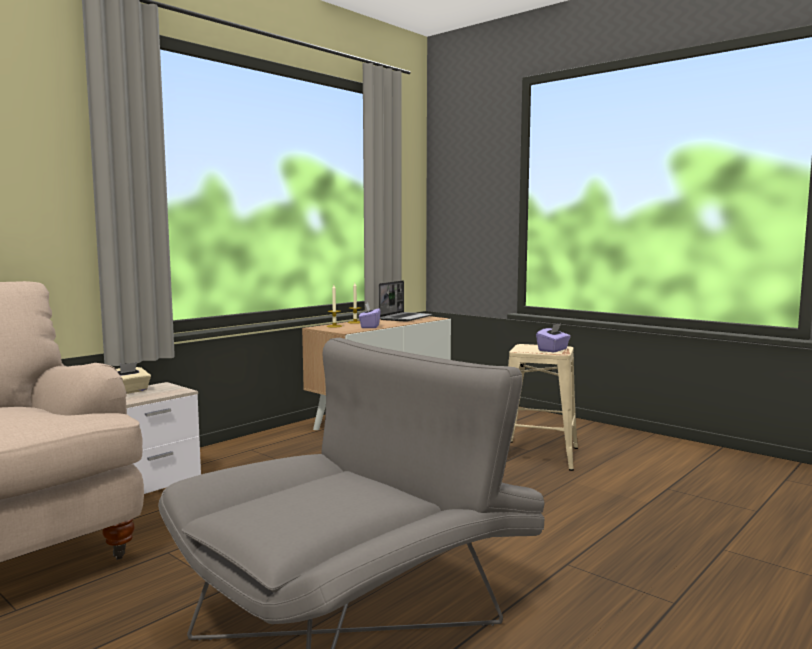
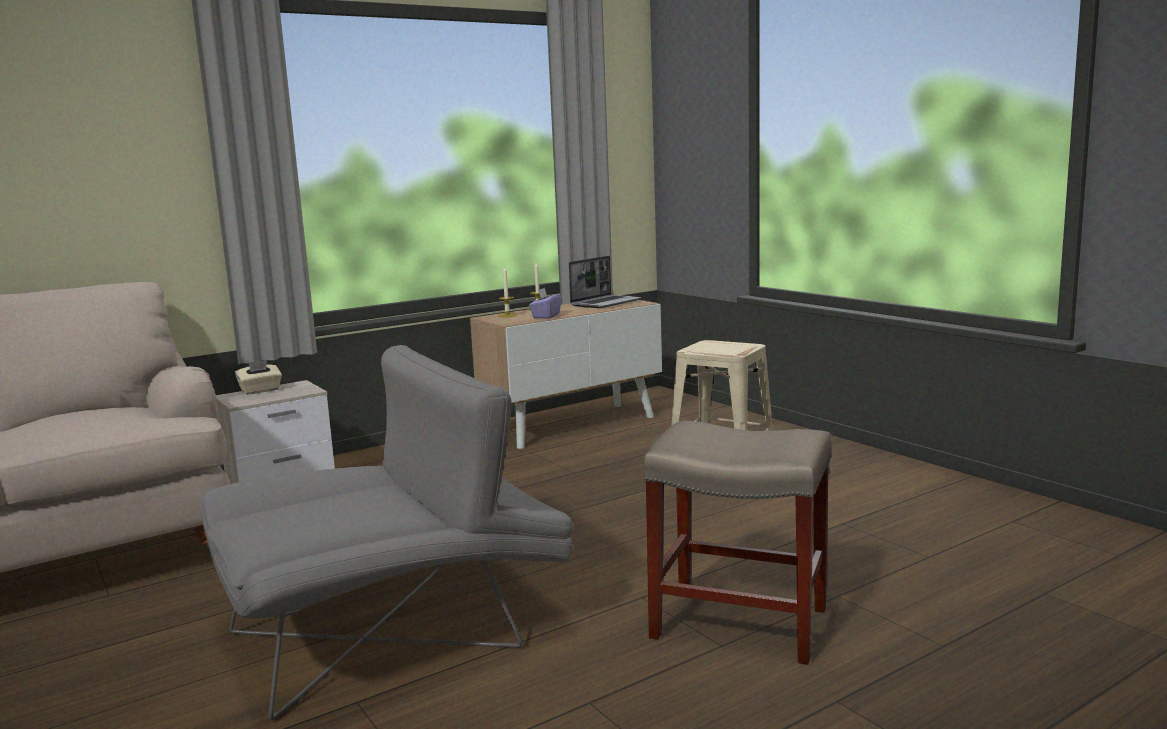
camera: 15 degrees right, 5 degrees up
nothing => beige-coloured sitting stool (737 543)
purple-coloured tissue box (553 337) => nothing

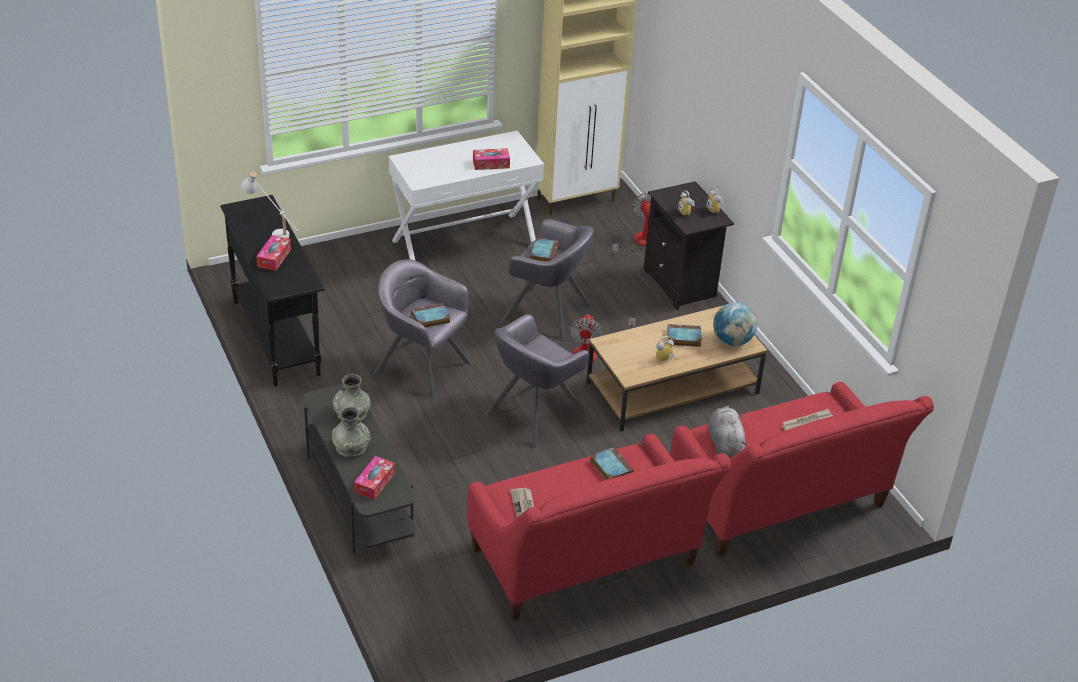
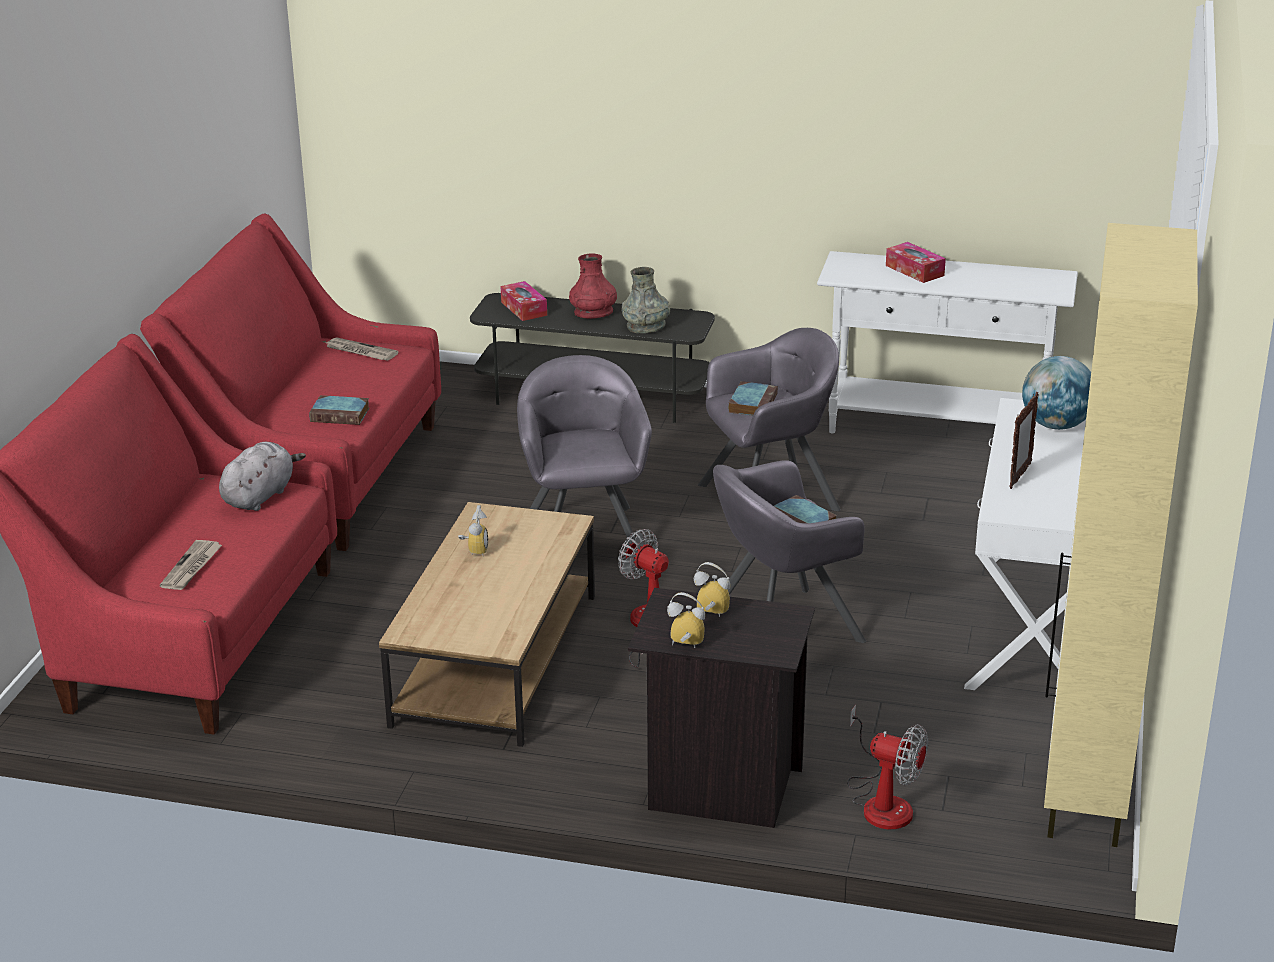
camera: 130 degrees right, 10 degrees down
gray soft toy (727 432) => gray soft toy (262 476), 90 degrees counterclockwise
gray decorative vase (351 432) => reddish decorative vase (593 286)
black console table (272 290) => white-coloured console table (947 342)
tissue box (491 159) => picture frame (1024 440)
world globe (735 324) => world globe (1056 393), moved
white-coloured table lamp (269 205) => nothing
bound book (684 335) => nothing

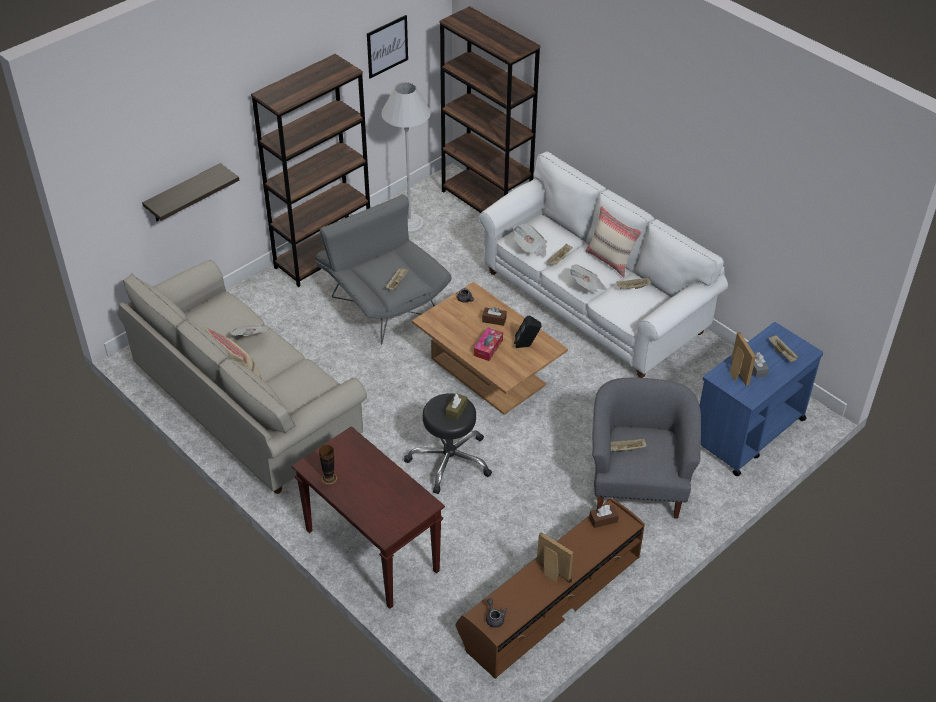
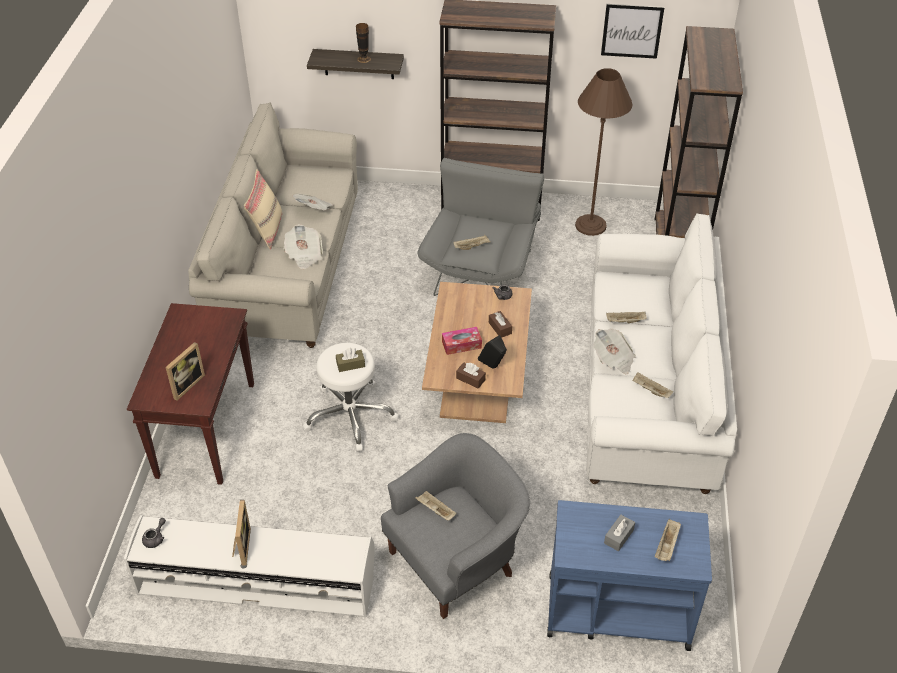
camera: 50 degrees right, 0 degrees up
brownish media console (550 588) => white-coloured media console (249 566)
picture frame (742 358) => picture frame (185 371), moved
daily paper (530 240) => daily paper (303 246), moved
black sitting stool (448 443) => white-coloured sitting stool (351 397)
decorative vase (328 465) => decorative vase (363 43), moved
brownish tissue box (604 516) => brownish tissue box (471 375), moved
white-coloured floor lamp (406 157) => brownish floor lamp (603 152)
beige-coloured throw pillow (613 241) => nothing

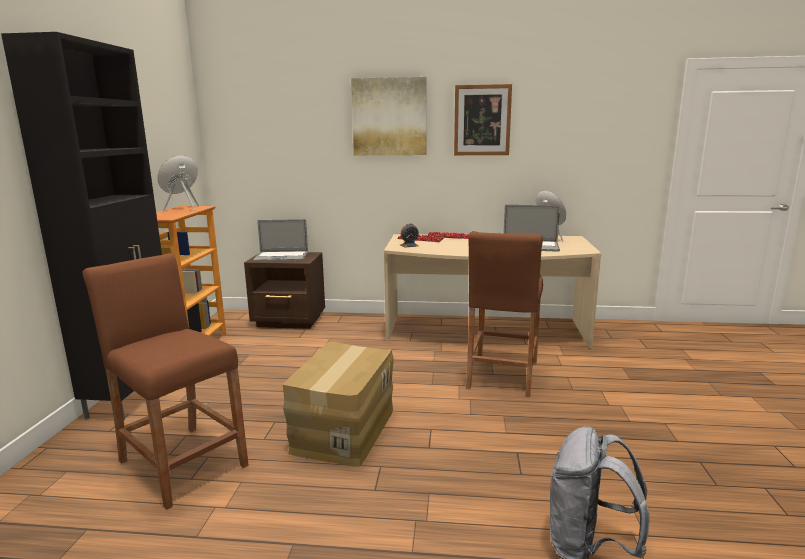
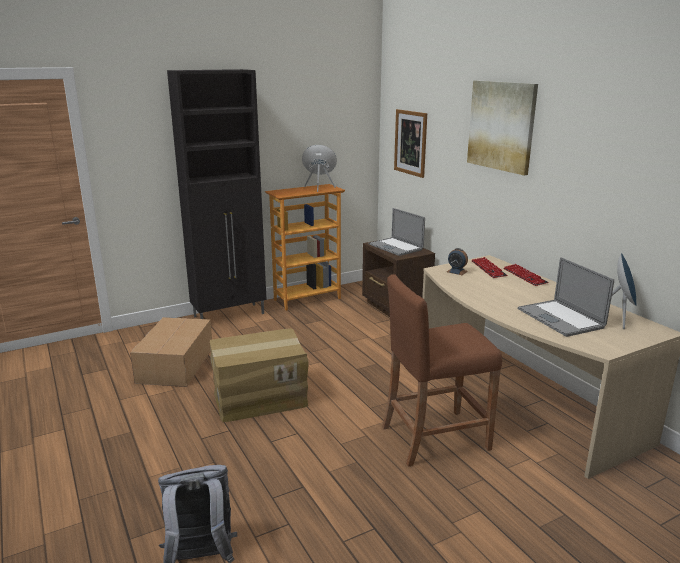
camera: 55 degrees right, 5 degrees up
brownish sitting stool (166 381) => packing box (171 352)
wall picture (483 119) => wall picture (410 143), moved

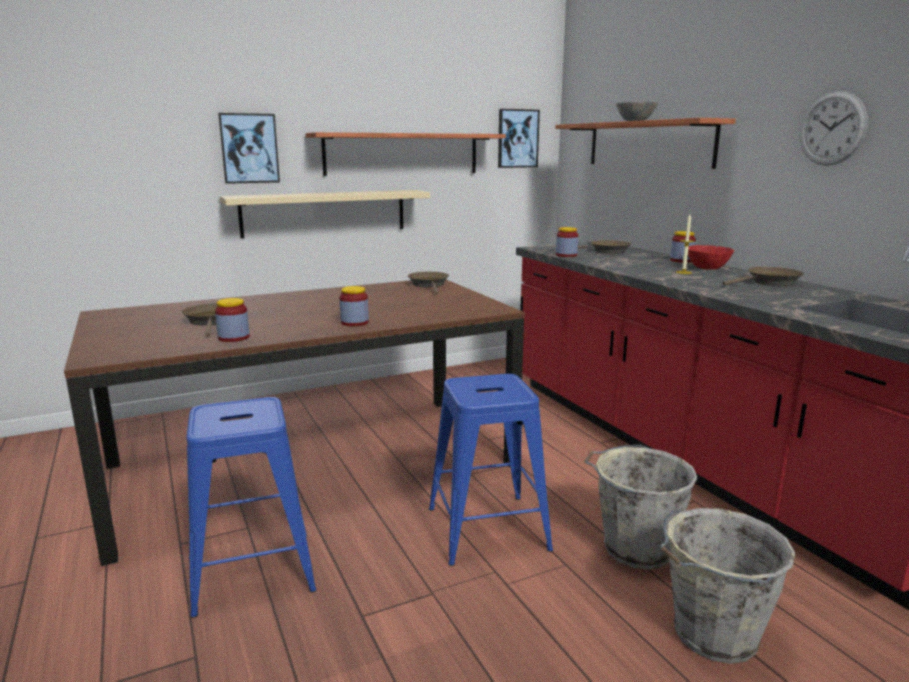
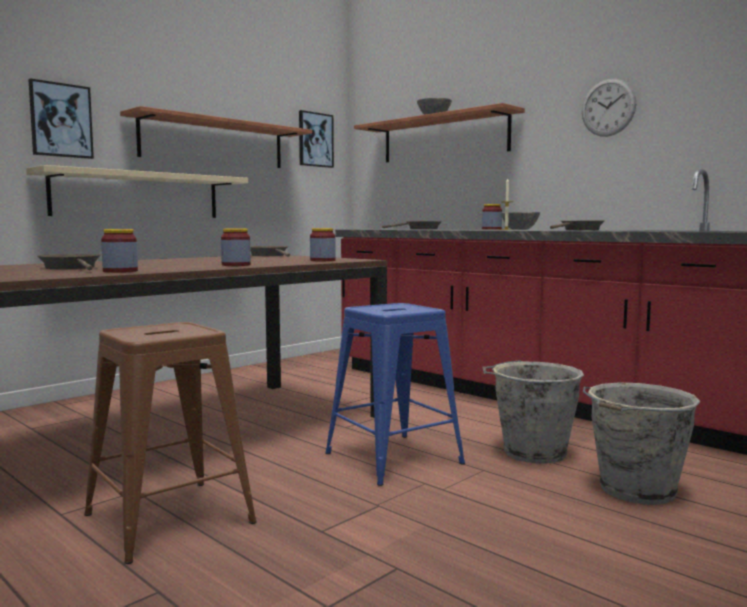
camera: 20 degrees left, 10 degrees down
bluish sitting stool (251 507) => brownish sitting stool (170 443)
jar (567 242) => jar (323 244), moved
reddish serving bowl (711 257) => gray serving bowl (520 221)

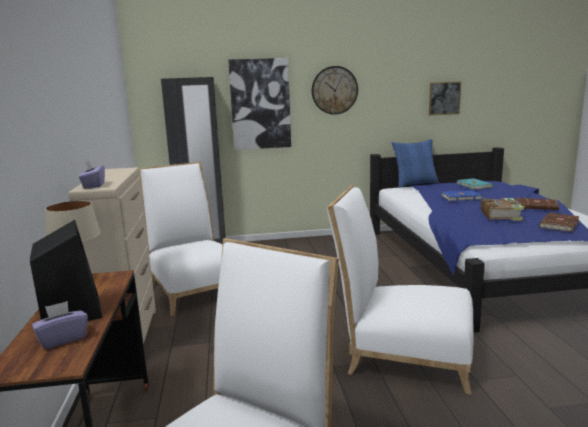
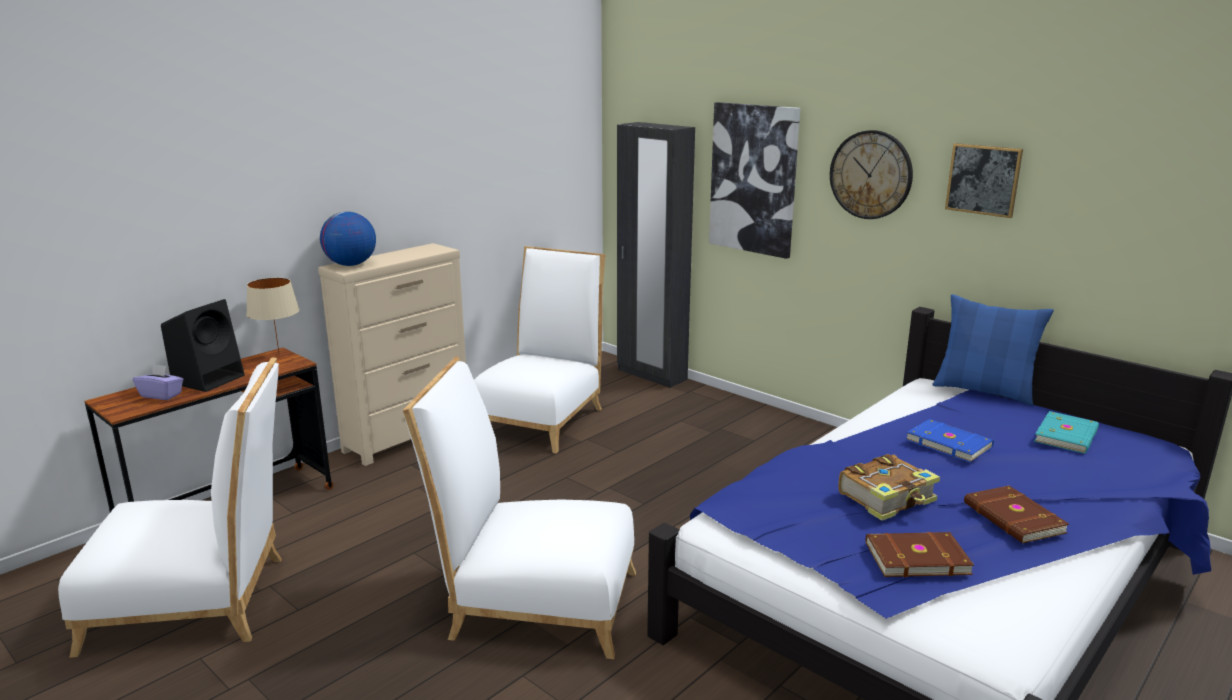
camera: 50 degrees right, 5 degrees up
purple-coloured tissue box (92 174) => world globe (348 239)
white-coloured chair (400 290) => white-coloured chair (519 508), 60 degrees counterclockwise
wall picture (445 98) => wall picture (984 180), moved

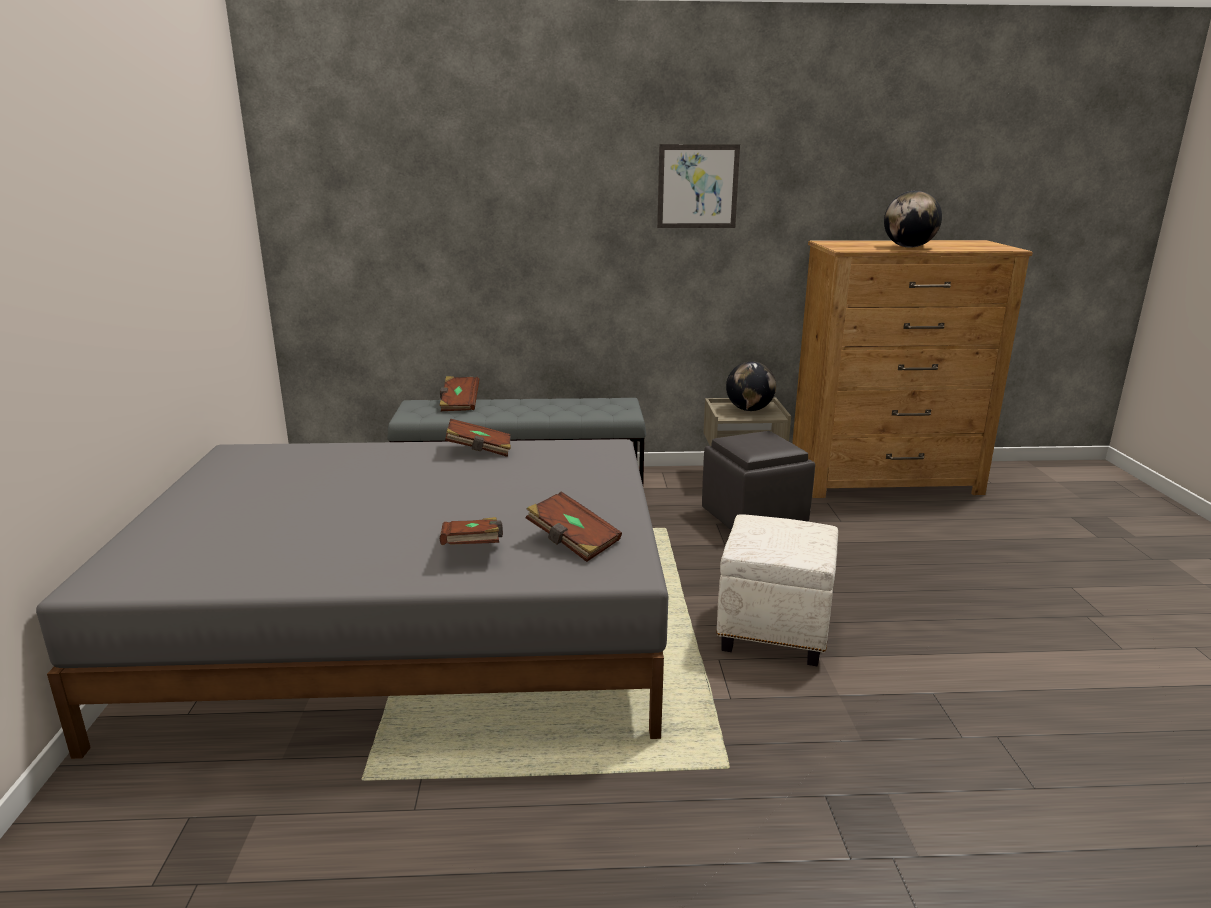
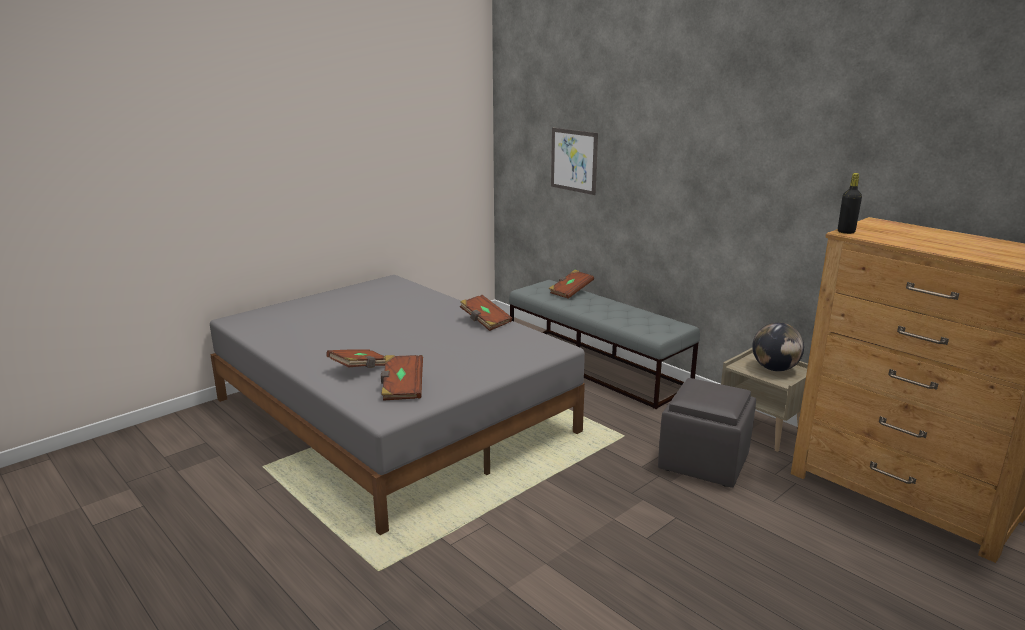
camera: 50 degrees right, 0 degrees up
wall picture (698 186) => wall picture (574 161), moved
nothing => black drink bottle (850 203)
white-coloured footrest (777 590) => nothing
world globe (913 219) => nothing

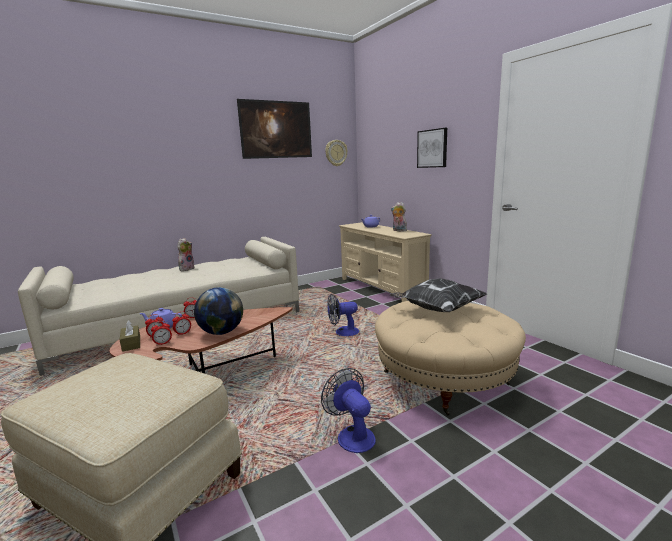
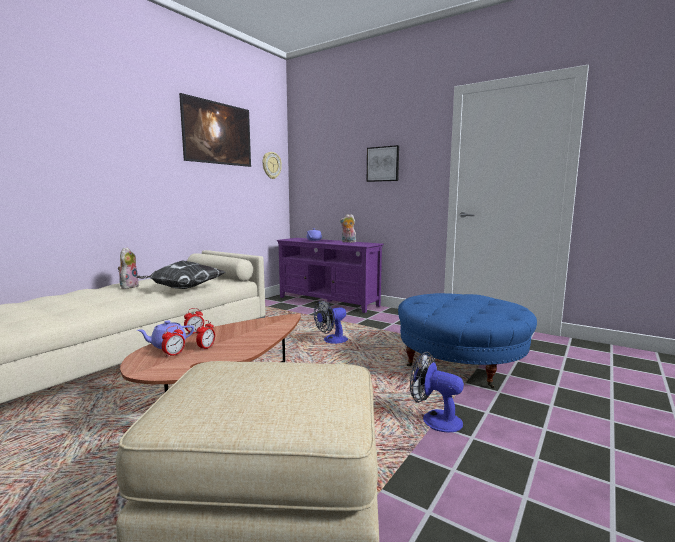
camera: 25 degrees left, 5 degrees down
throw pillow (438 295) => throw pillow (181 275), moved
beige-coloured media console (385 262) => purple-coloured media console (330 275)
beige-coloured footrest (450 358) => bluish footrest (467 340)
brownish tissue box (130 336) => nothing
table clock (161 333) => nothing
world globe (218 311) => nothing

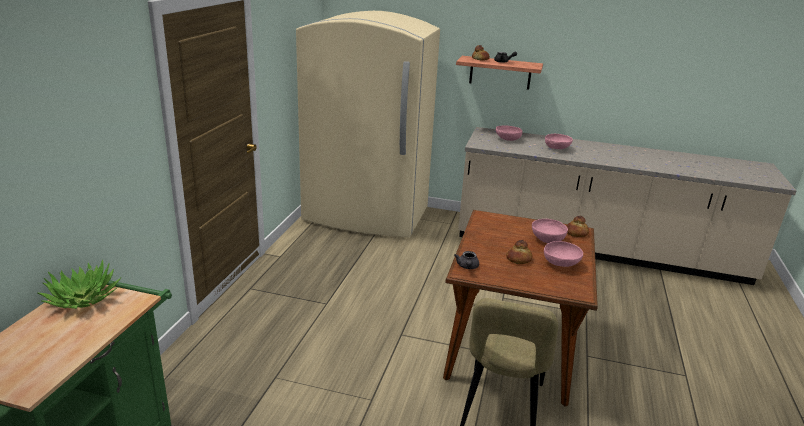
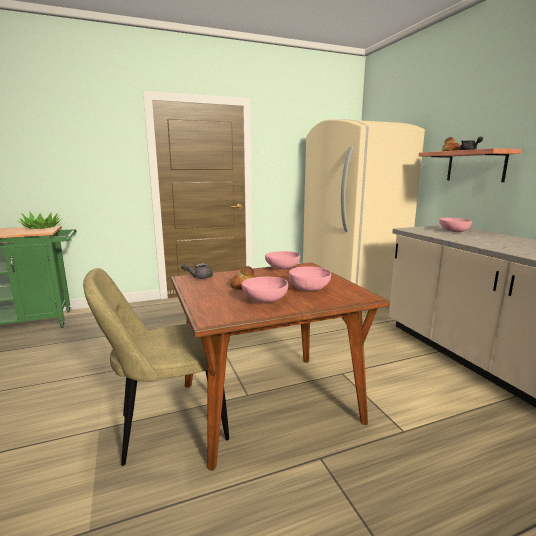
camera: 55 degrees right, 10 degrees down
pink serving bowl (559 141) => pink serving bowl (282 260), moved
bakery bread (577 226) => nothing

